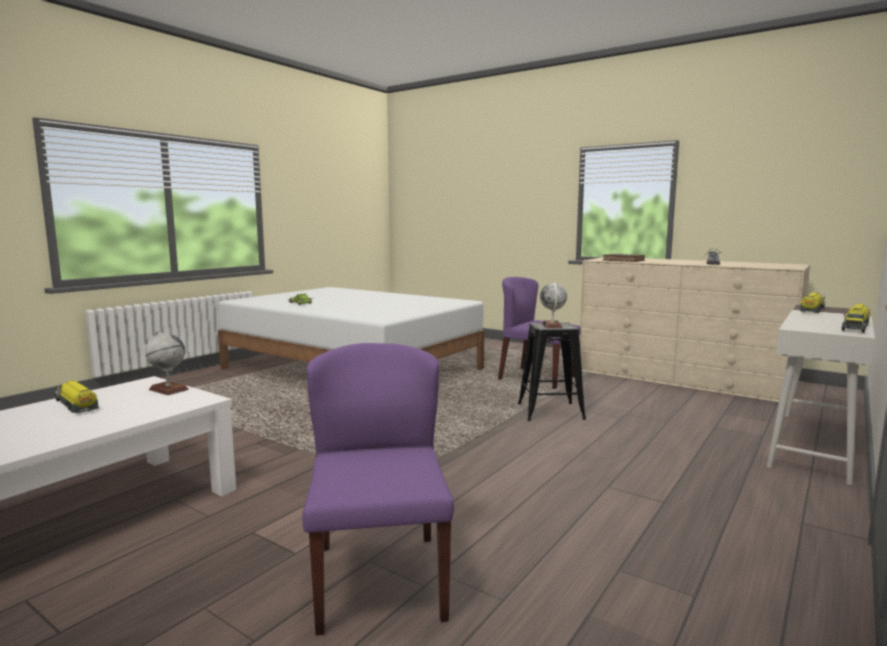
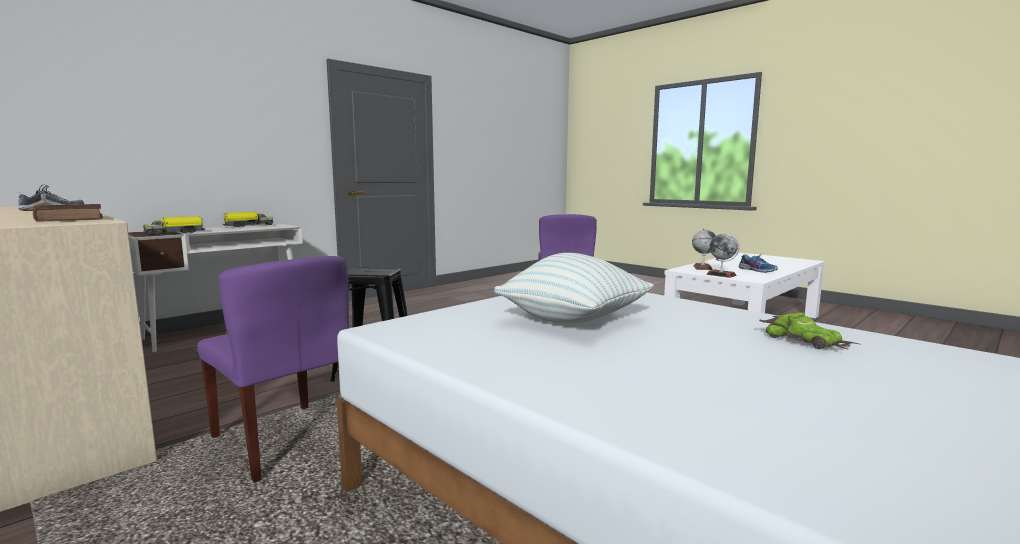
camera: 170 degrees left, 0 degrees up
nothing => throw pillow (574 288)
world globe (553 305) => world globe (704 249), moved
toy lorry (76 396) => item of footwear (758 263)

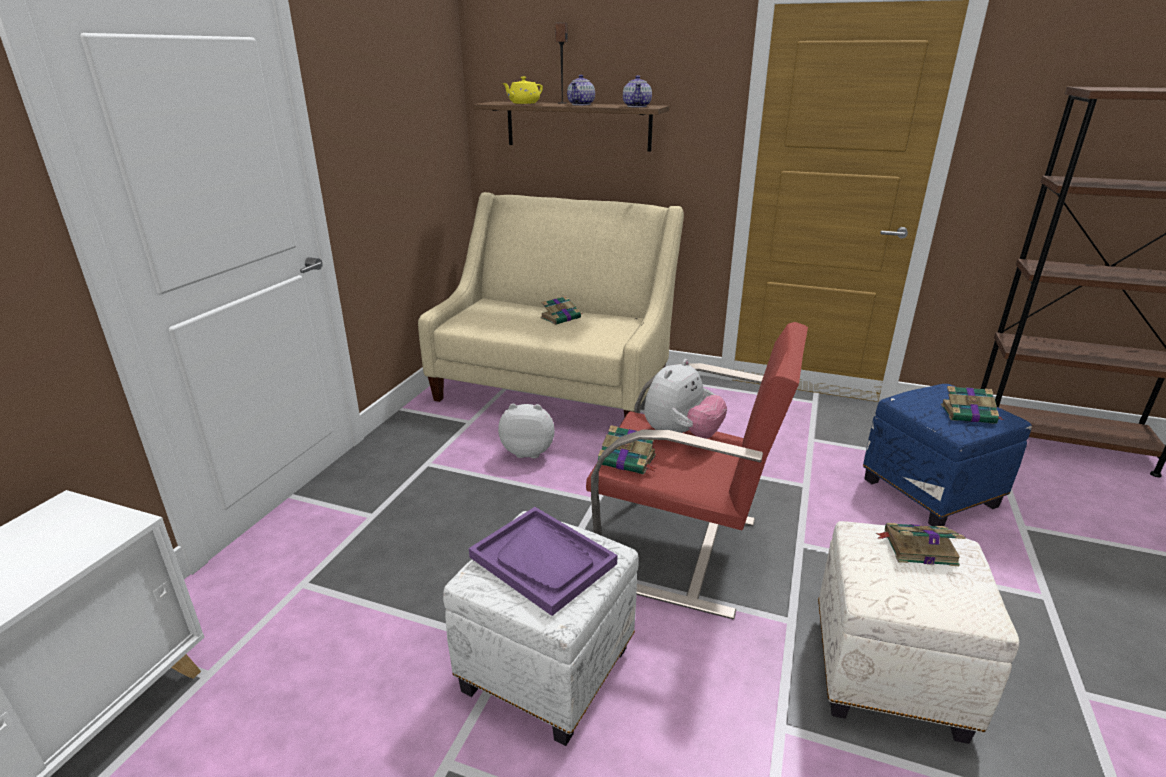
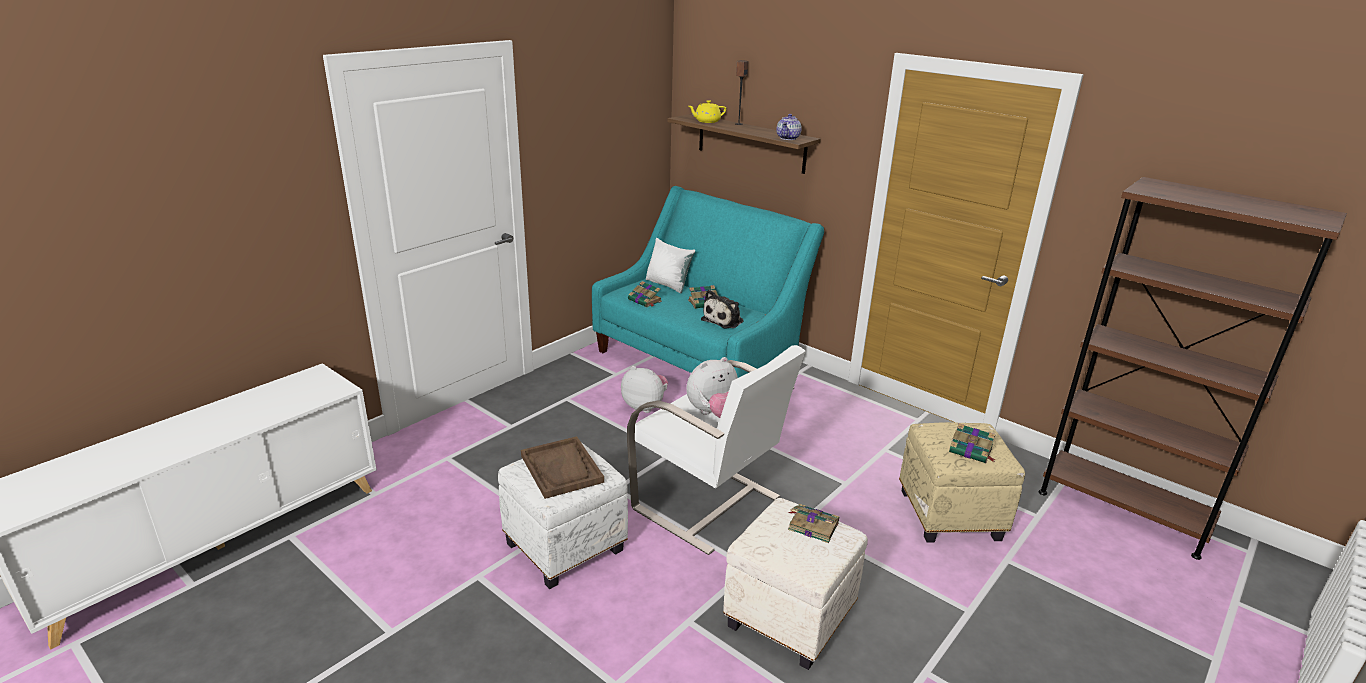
camera: 20 degrees right, 0 degrees up
purple-coloured serving tray (543 561) => brownish serving tray (562 467)
beige-coloured settee (551 305) => blue-green settee (708 282)
reddish lounge chair (697 470) => white-coloured lounge chair (716 450)
bound book (627 450) => bound book (645 294), moved
nothing => white-coloured throw pillow (670 265)
nothing => soft toy (722 309)
bluish footrest (947 455) => beige-coloured footrest (962 482)
pot for tea (581 90) => nothing

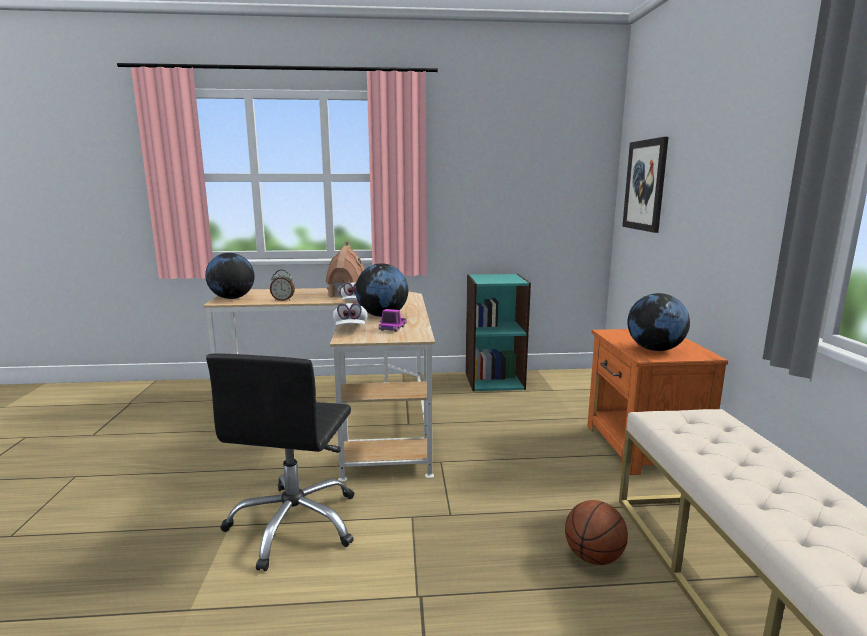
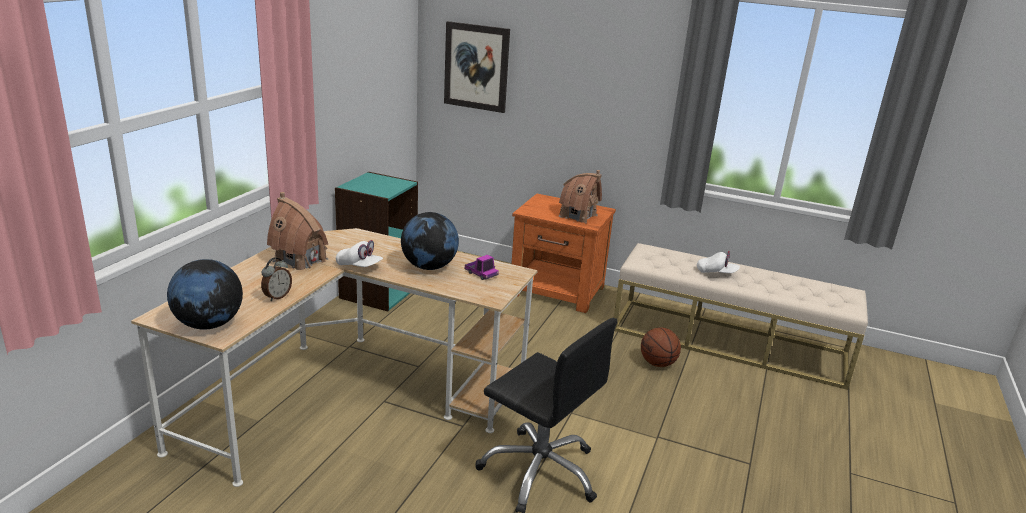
camera: 65 degrees left, 10 degrees up
world globe (658 322) => miniature house (580 196)
white-coloured cap (350 314) => white-coloured cap (718 262), moved

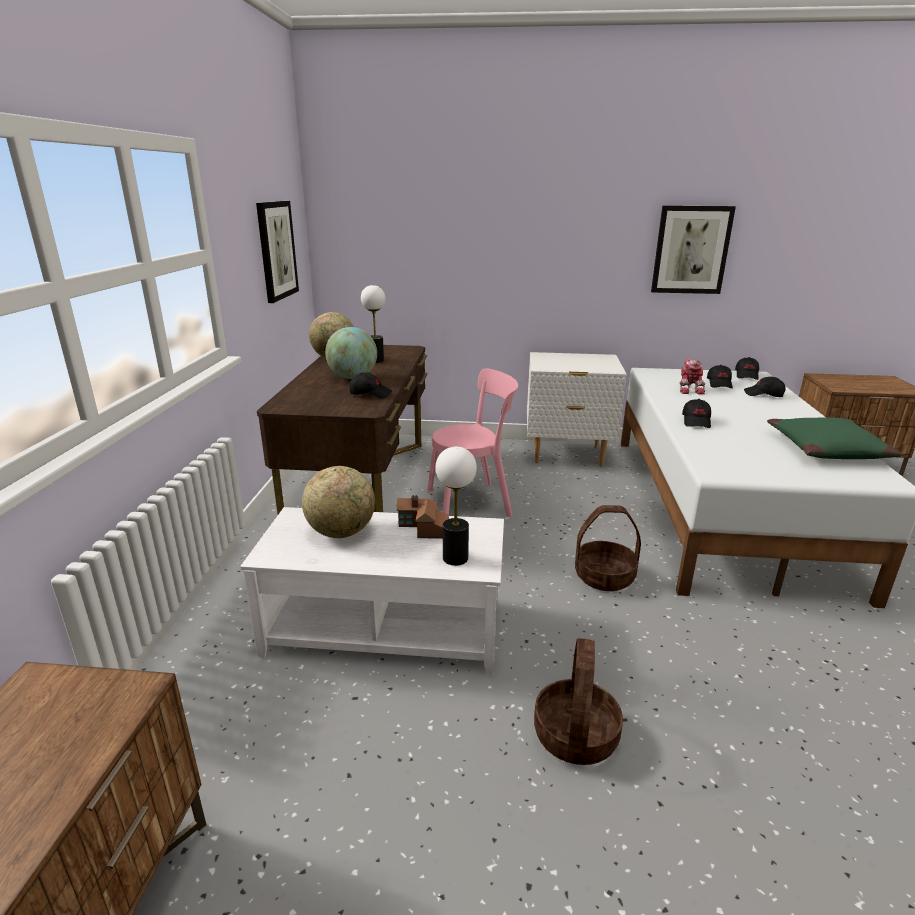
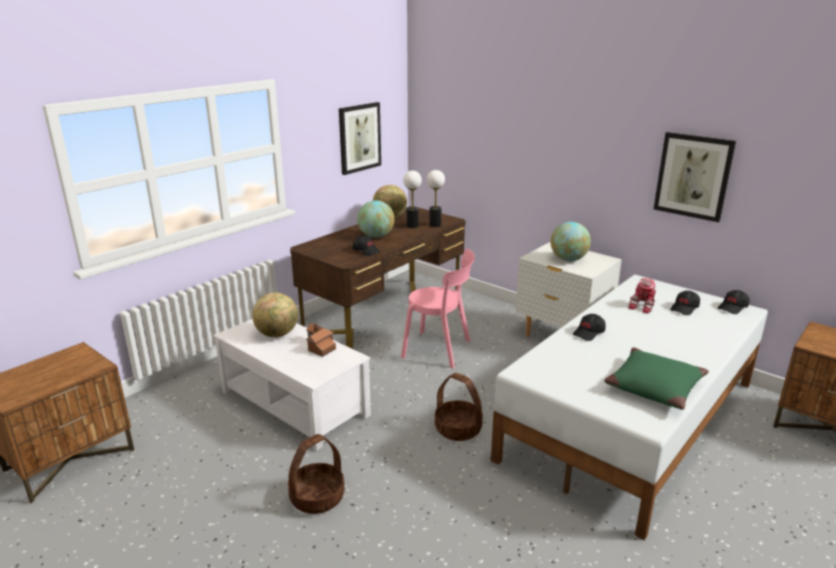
camera: 35 degrees right, 0 degrees up
table lamp (456 506) => table lamp (436 198), moved
nothing => world globe (571 241)
black cap (764 387) => nothing

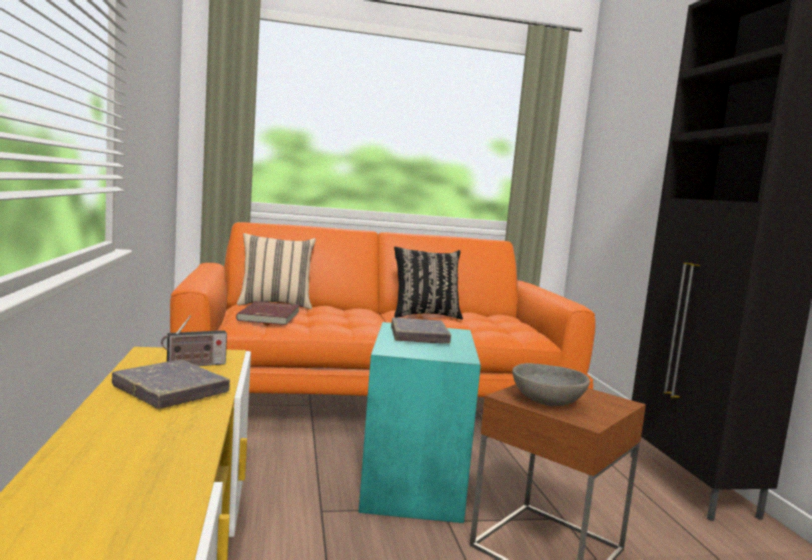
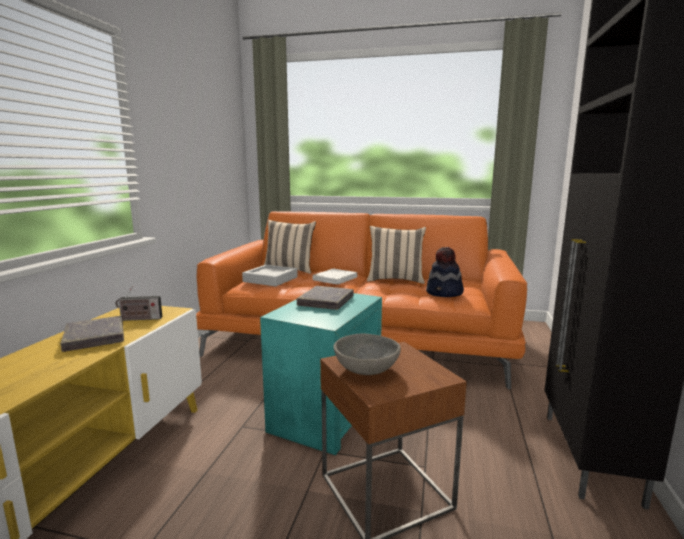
camera: 25 degrees right, 5 degrees up
reddish bound book (268 313) => gray serving tray (270 276)
nothing => white-coloured bound book (335 277)
black throw pillow (428 283) => beige-coloured throw pillow (396 255)
nothing => clothing hat (445 272)

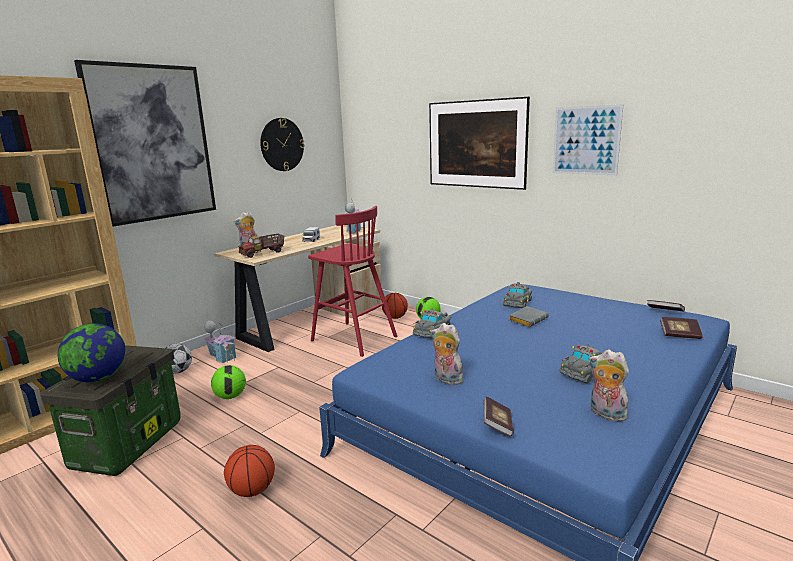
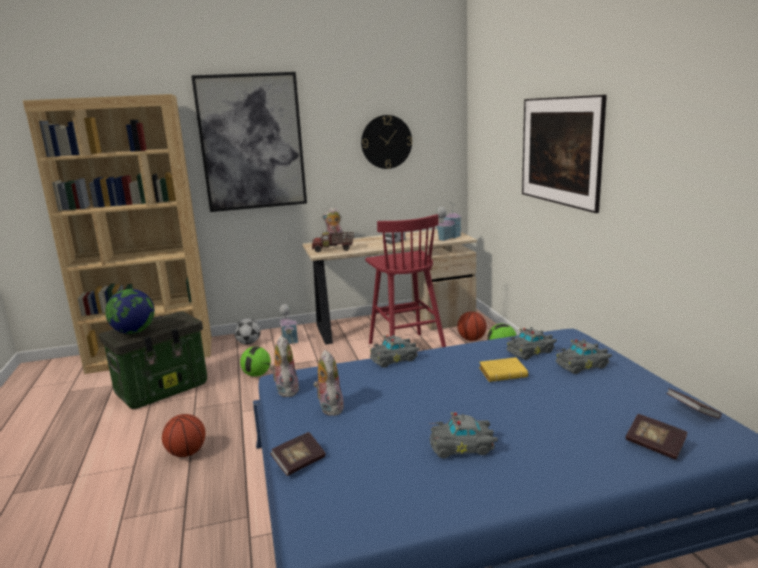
camera: 35 degrees right, 0 degrees up
soft toy (608 386) => soft toy (284 366), moved
gray bound book (529 316) => yellow-coloured bound book (503 369)
nothing => gray miniature car (584 356)
wall picture (588 139) => nothing

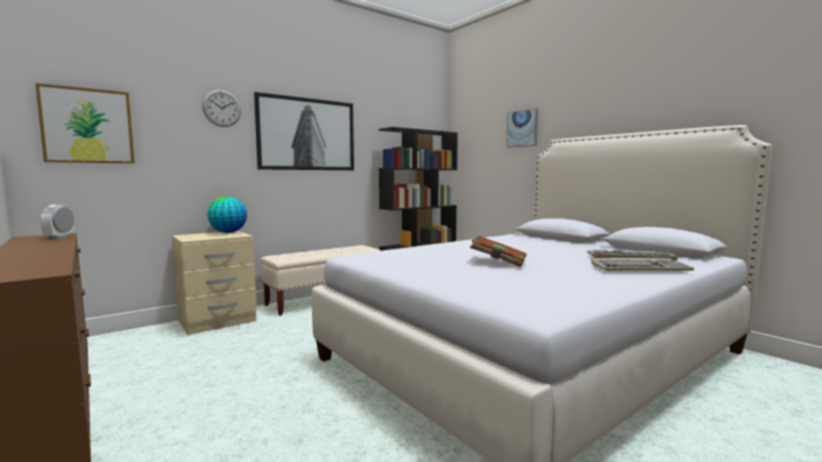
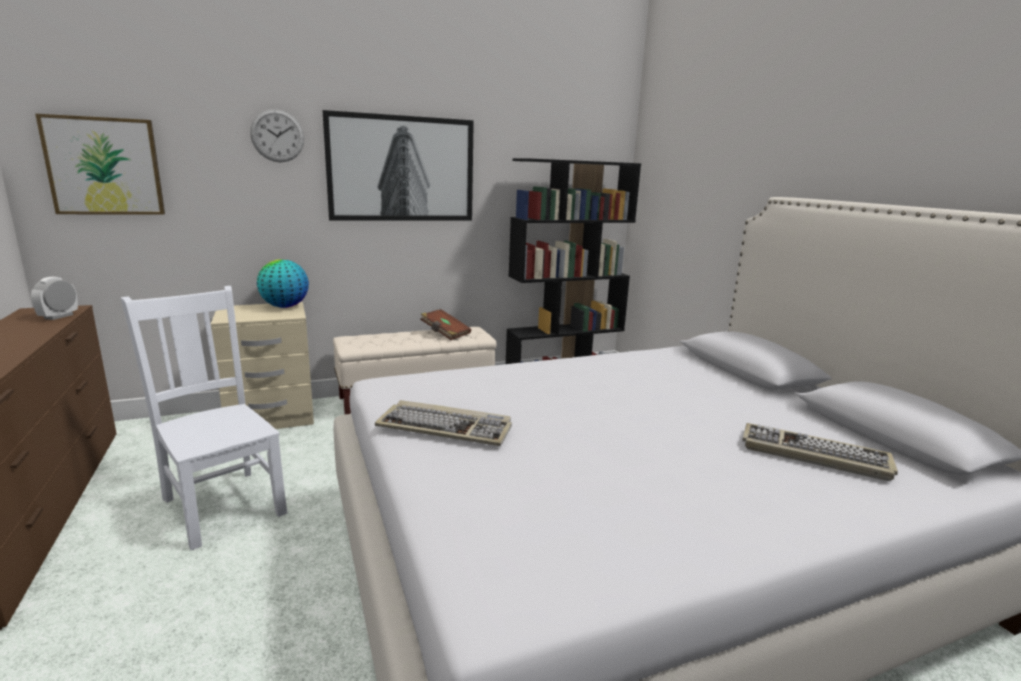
camera: 15 degrees right, 10 degrees up
nothing => white-coloured chair (204 418)
keyboard (642 264) => keyboard (443 423), moved
brownish bound book (498 251) => brownish bound book (445 324), moved
wall picture (522 128) => nothing

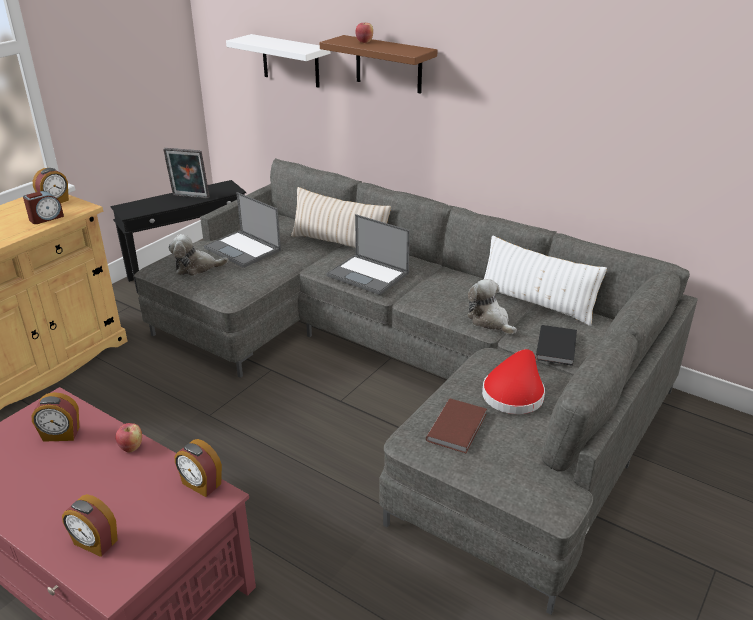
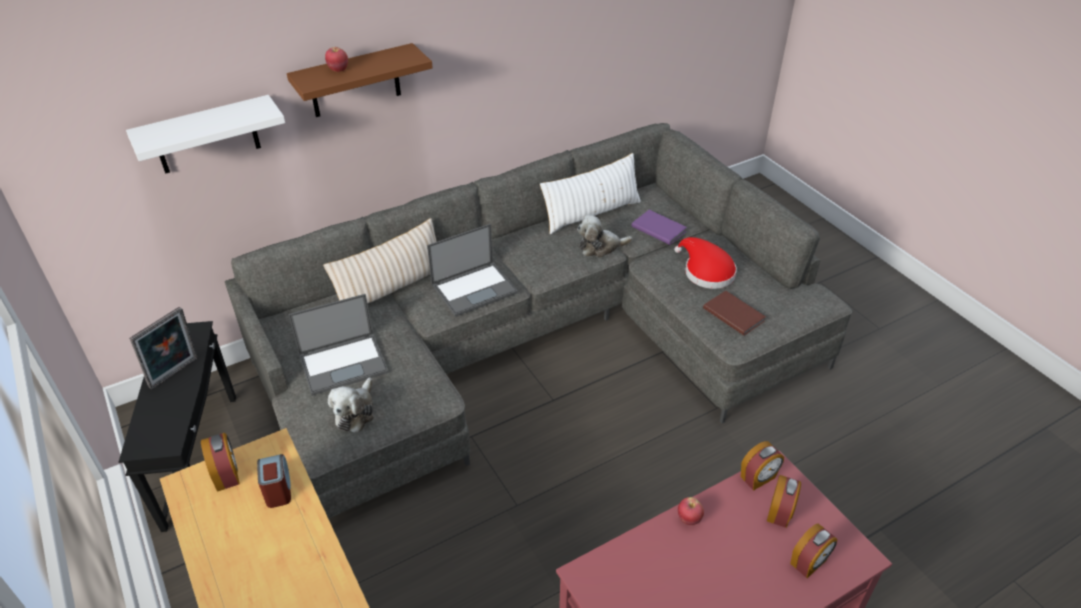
camera: 65 degrees left, 10 degrees up
black bound book (556 345) => purple-coloured bound book (659 227)
table clock (55 417) => table clock (784 501), moved

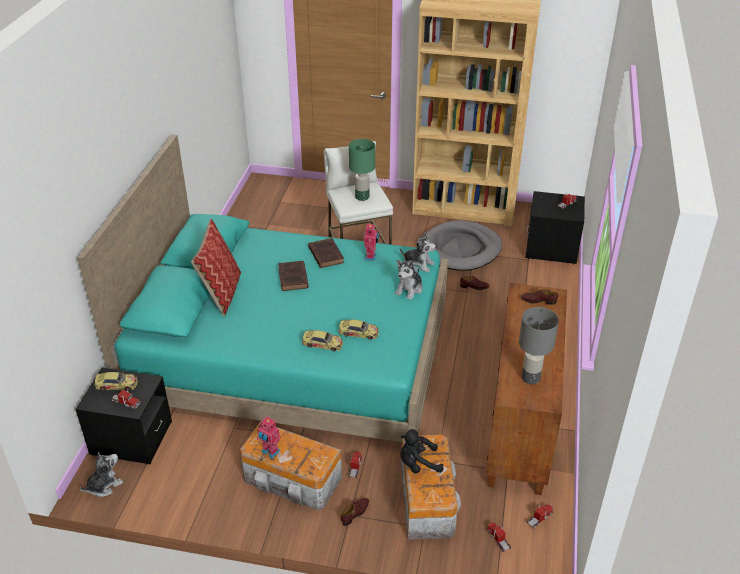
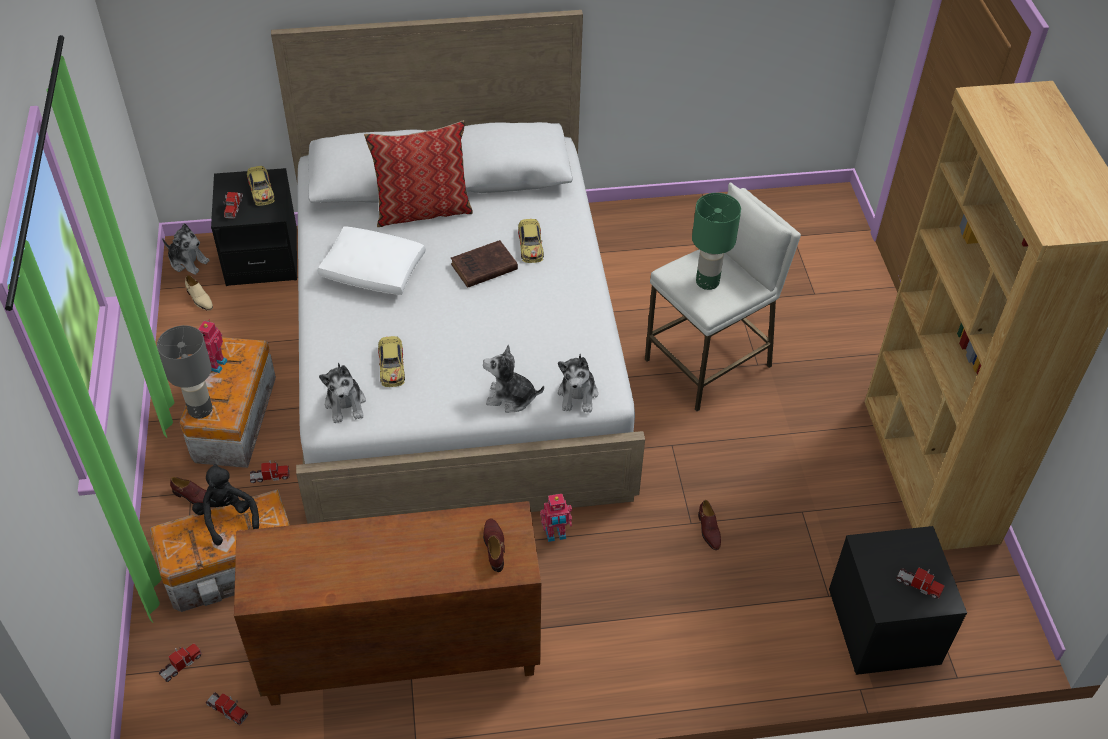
camera: 70 degrees right, 10 degrees up
gray table lamp (539 345) => gray table lamp (184 372), moved
nothing => beige-coloured item of footwear (199 293)
blue-green bedroom bed (262 288) => white-coloured bedroom bed (458 267)
nothing => white-coloured throw pillow (371 261)
nothing => soft toy (342 392)
miniature car (322 340) => miniature car (531 241), moved
model robot (371 242) => model robot (556 517), moved
brownish bound book (326 253) => nothing
gray dog cushion (464 245) => nothing

